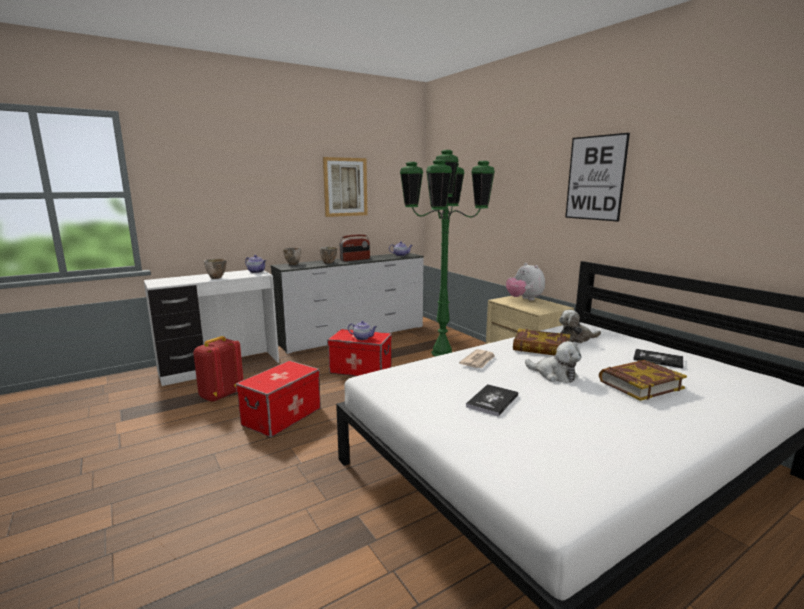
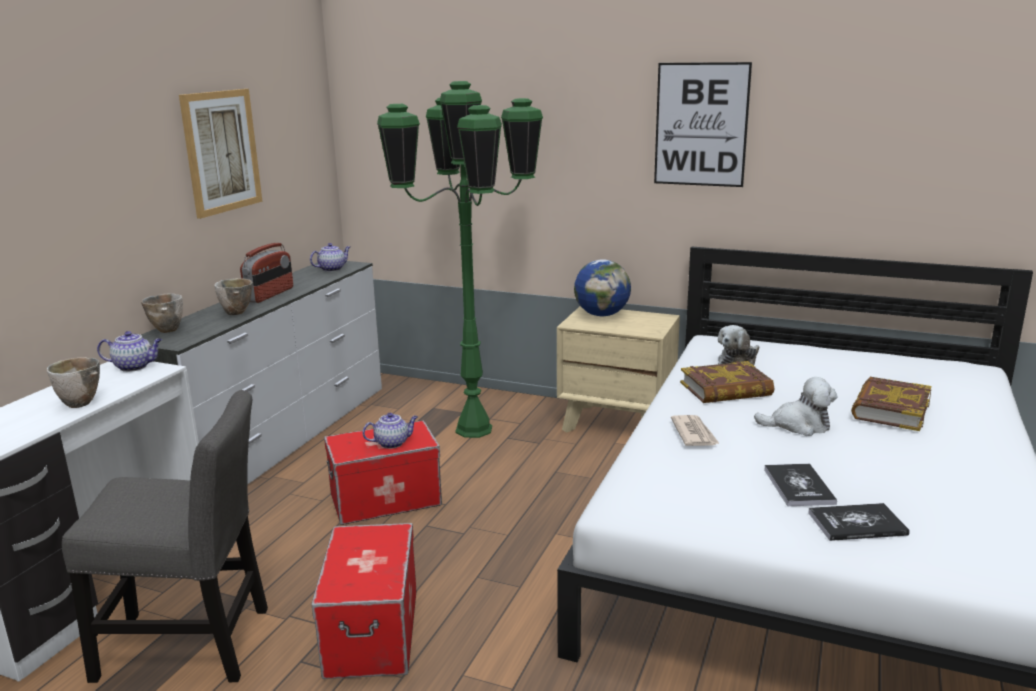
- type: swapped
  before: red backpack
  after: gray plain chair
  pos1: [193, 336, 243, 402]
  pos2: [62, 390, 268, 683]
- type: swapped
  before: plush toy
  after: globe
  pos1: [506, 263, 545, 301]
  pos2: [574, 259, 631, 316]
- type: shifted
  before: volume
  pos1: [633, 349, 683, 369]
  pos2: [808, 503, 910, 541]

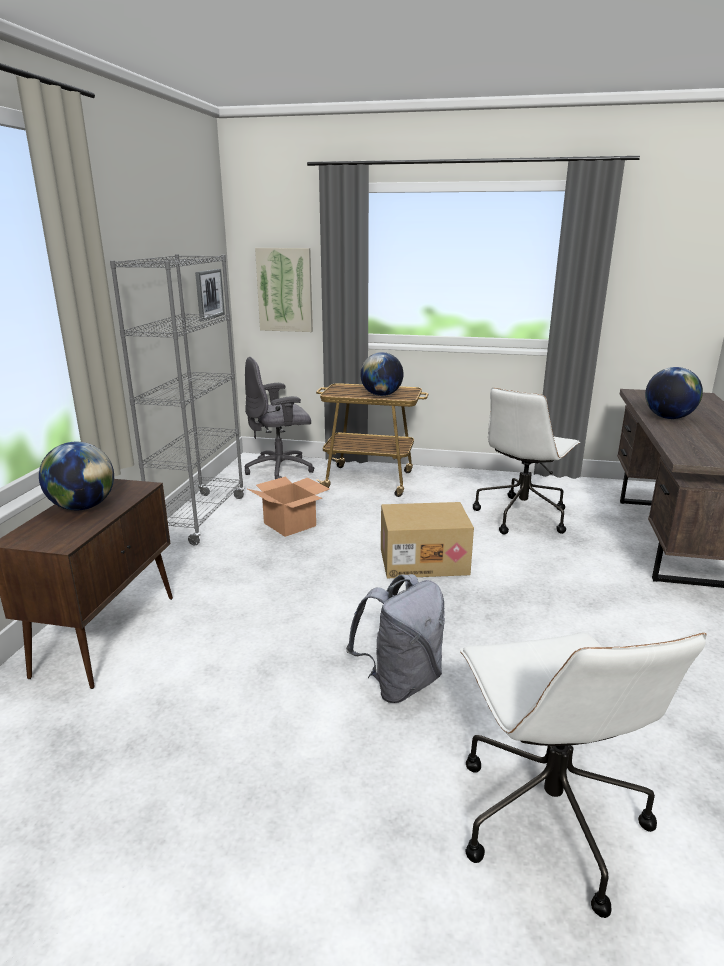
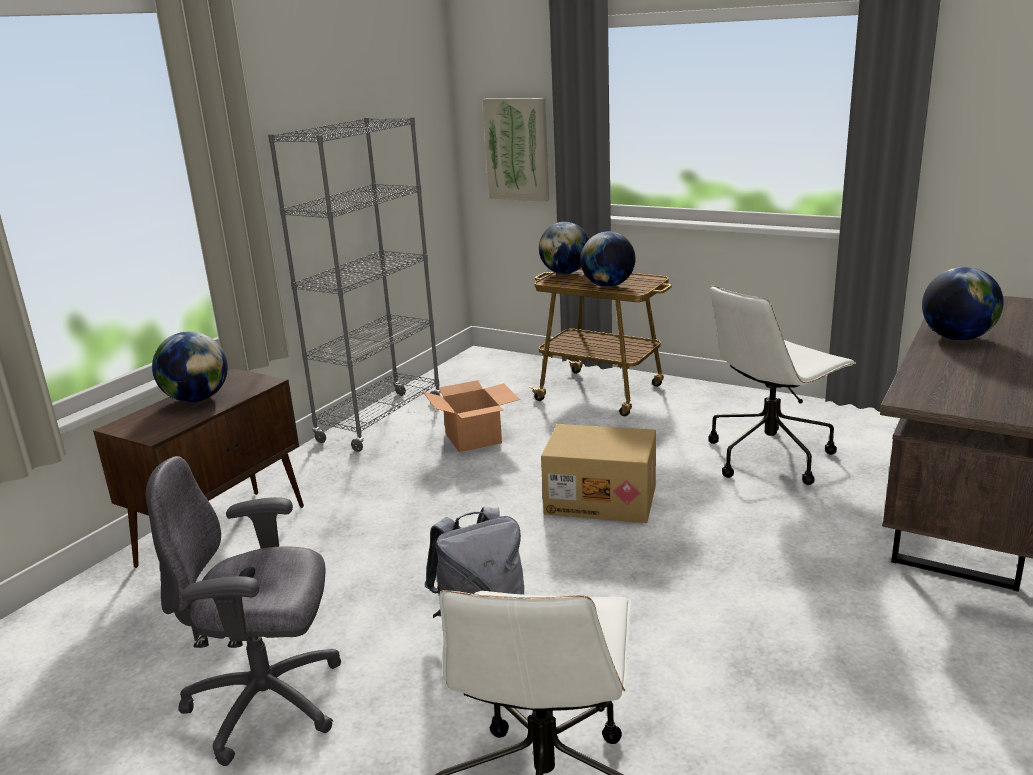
- type: shifted
  before: gray computer chair
  pos1: [245, 357, 314, 479]
  pos2: [146, 456, 341, 766]
- type: new
  after: globe
  pos2: [539, 222, 589, 274]
- type: gone
  before: wall picture
  pos1: [195, 269, 225, 322]

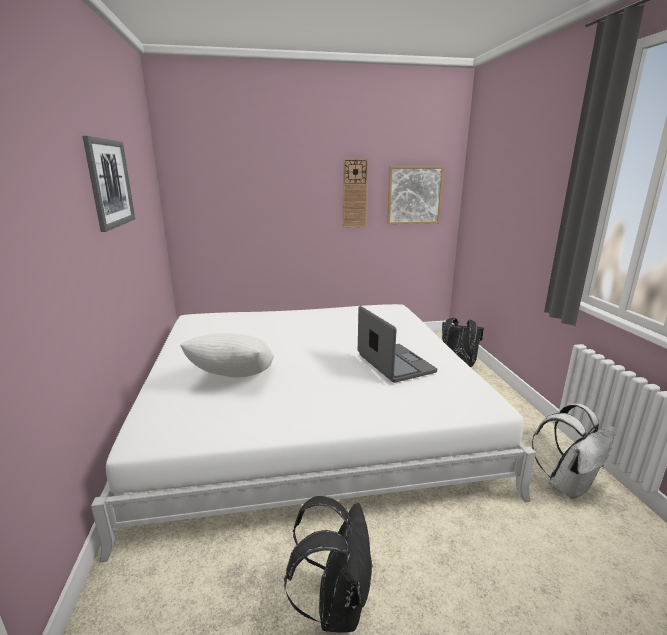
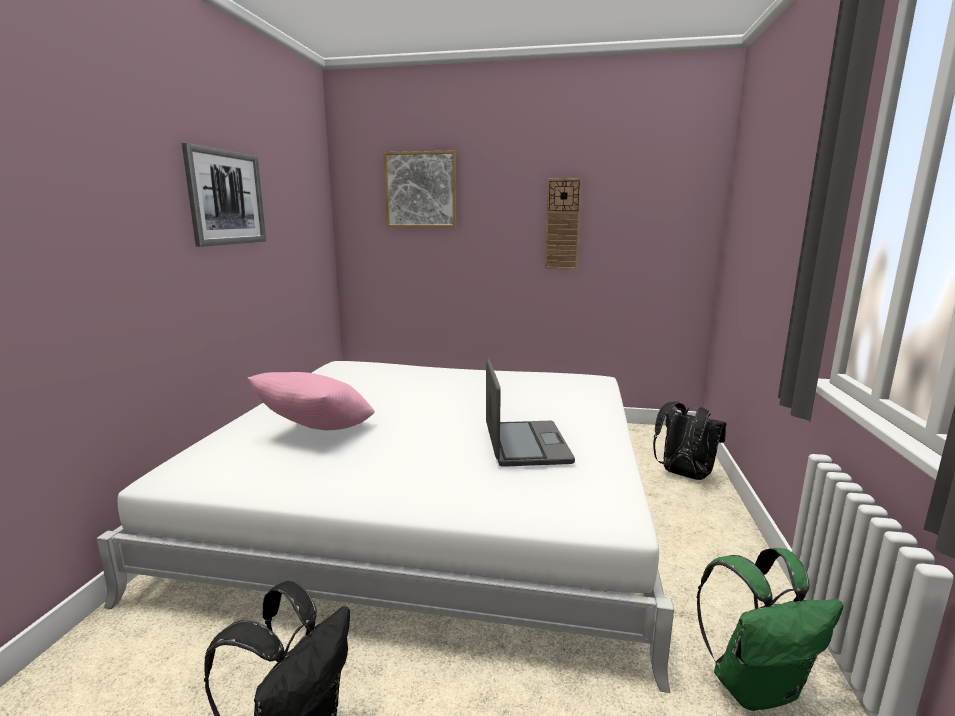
- type: repainted
  before: white pillow
  after: pinkish pillow
  pos1: [179, 333, 274, 377]
  pos2: [247, 372, 375, 431]
- type: shifted
  before: wall picture
  pos1: [387, 166, 444, 224]
  pos2: [383, 150, 457, 228]
- type: repainted
  before: white backpack
  after: green-coloured backpack
  pos1: [532, 403, 615, 499]
  pos2: [697, 548, 843, 711]

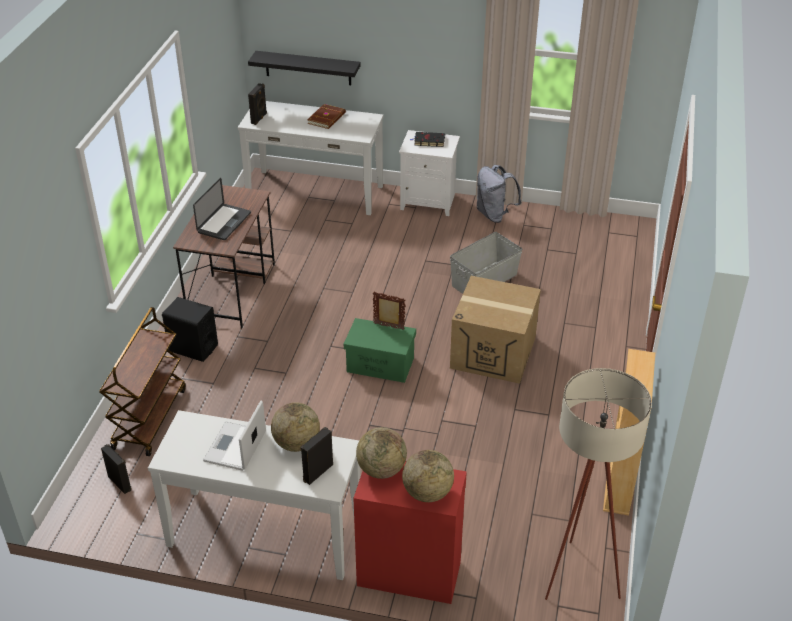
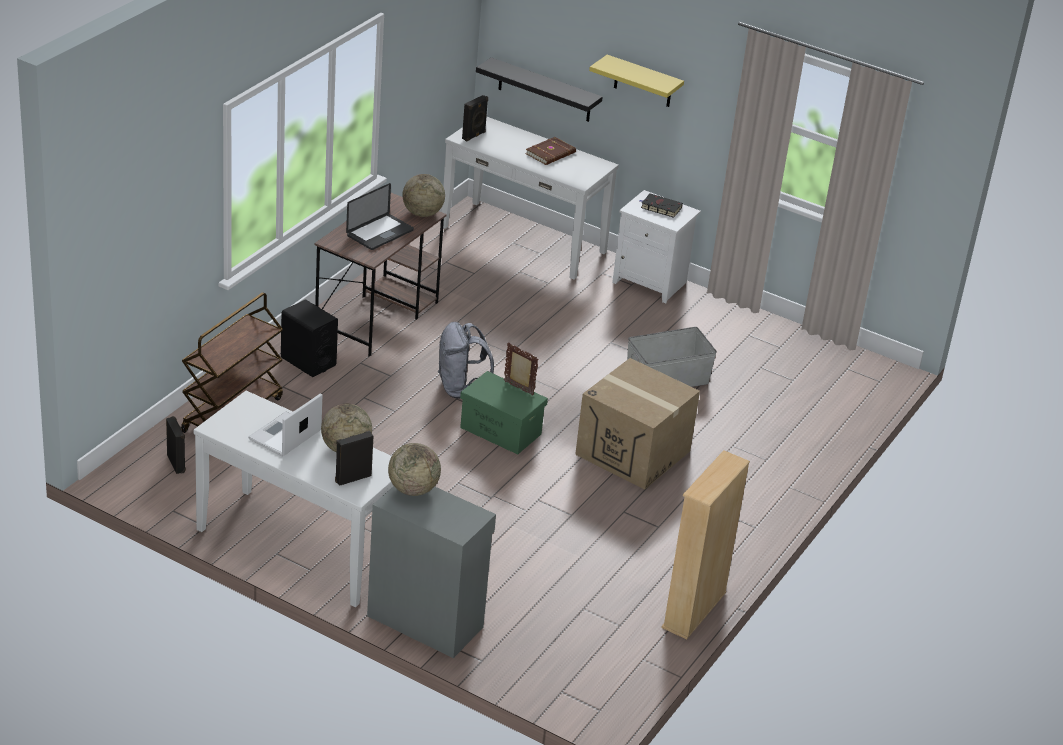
- type: repainted
  before: red cabinet
  after: gray cabinet
  pos1: [353, 461, 467, 604]
  pos2: [367, 486, 496, 658]
- type: shifted
  before: globe
  pos1: [402, 450, 454, 502]
  pos2: [402, 174, 445, 217]
- type: shifted
  before: gray backpack
  pos1: [477, 165, 521, 223]
  pos2: [438, 322, 494, 399]
- type: new
  after: yellowish bracket shelf
  pos2: [589, 55, 684, 107]
- type: gone
  before: beige-coloured floor lamp
  pos1: [545, 368, 652, 600]

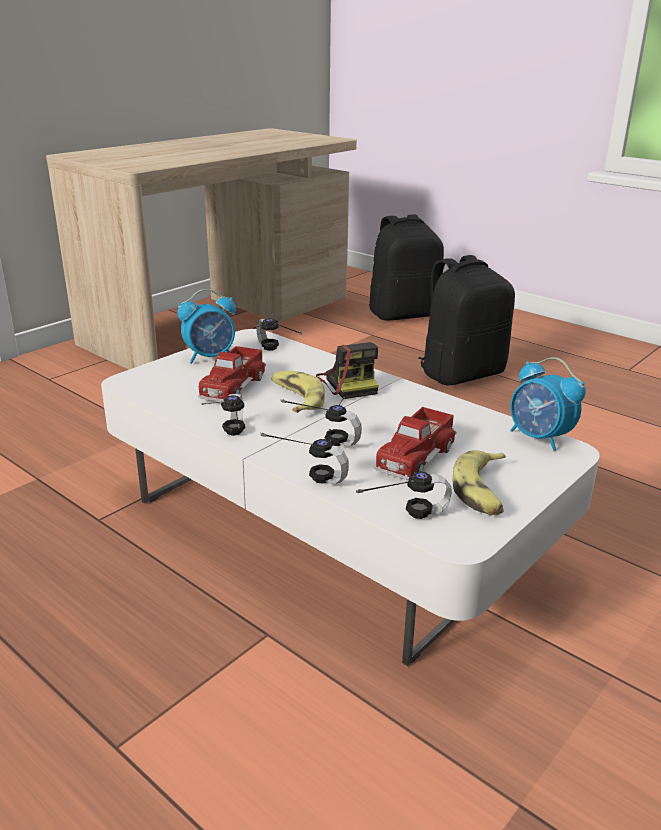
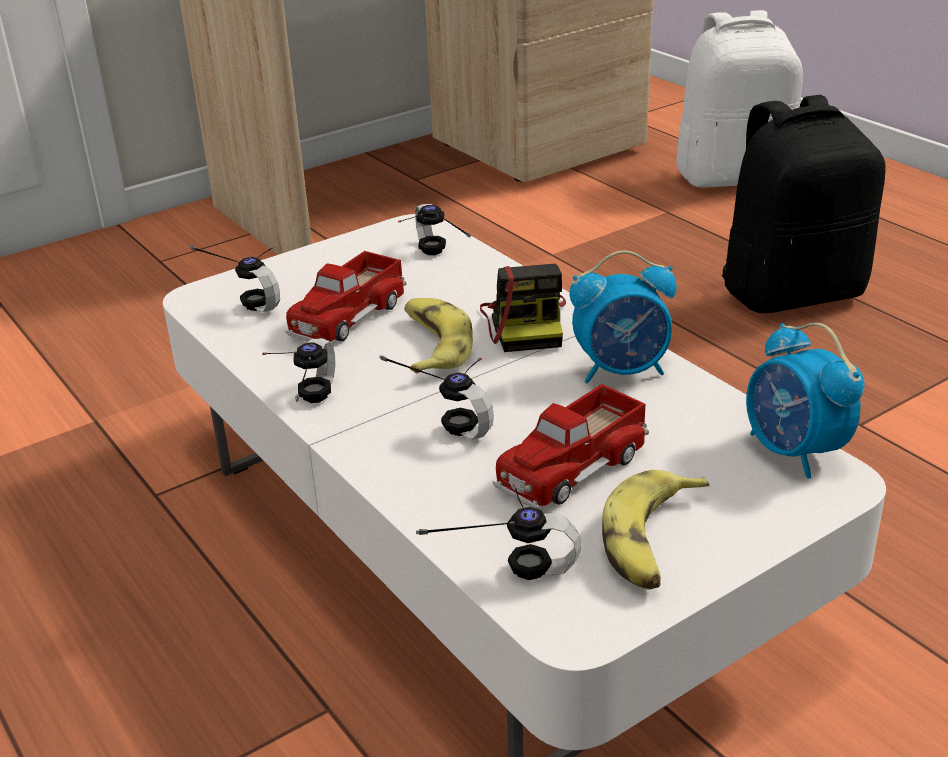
- type: shifted
  before: headset
  pos1: [260, 429, 349, 484]
  pos2: [190, 246, 280, 312]
- type: shifted
  before: table clock
  pos1: [177, 289, 236, 364]
  pos2: [570, 250, 677, 384]
- type: repainted
  before: black-coloured backpack
  after: white backpack
  pos1: [369, 214, 444, 321]
  pos2: [676, 10, 803, 187]

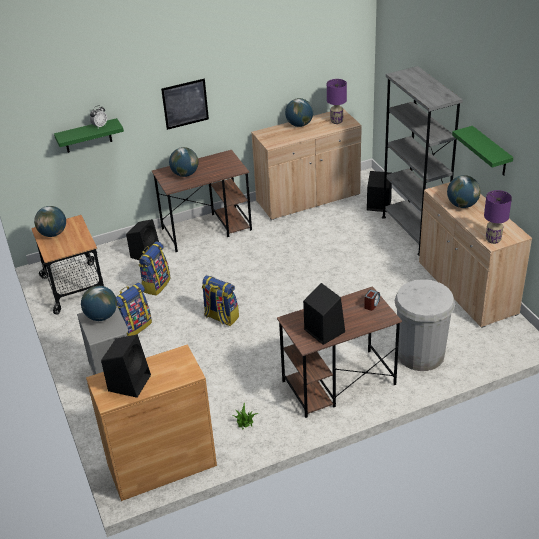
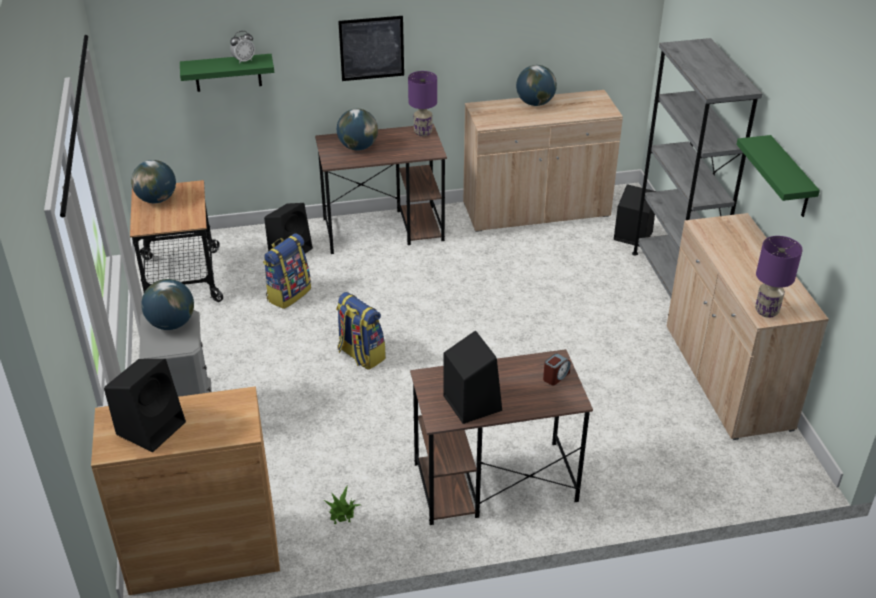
- type: shifted
  before: purplish tabletop lamp
  pos1: [327, 79, 347, 124]
  pos2: [408, 71, 437, 136]
- type: gone
  before: backpack
  pos1: [116, 283, 152, 336]
- type: gone
  before: white trash can
  pos1: [394, 279, 455, 371]
- type: gone
  before: globe
  pos1: [447, 175, 481, 208]

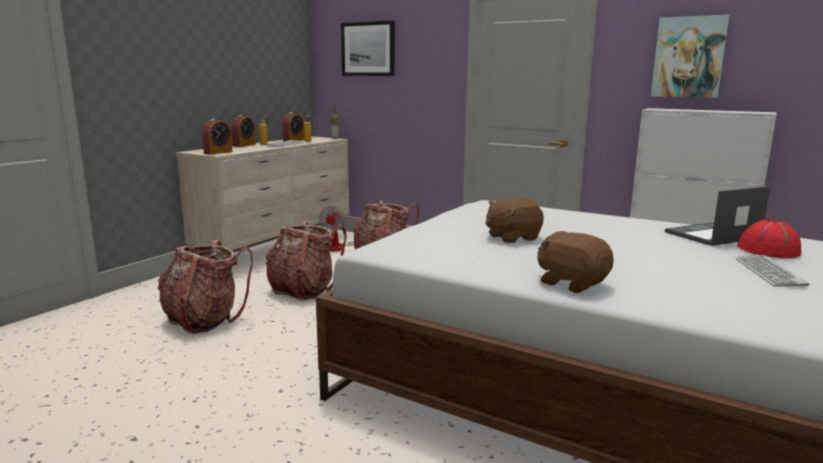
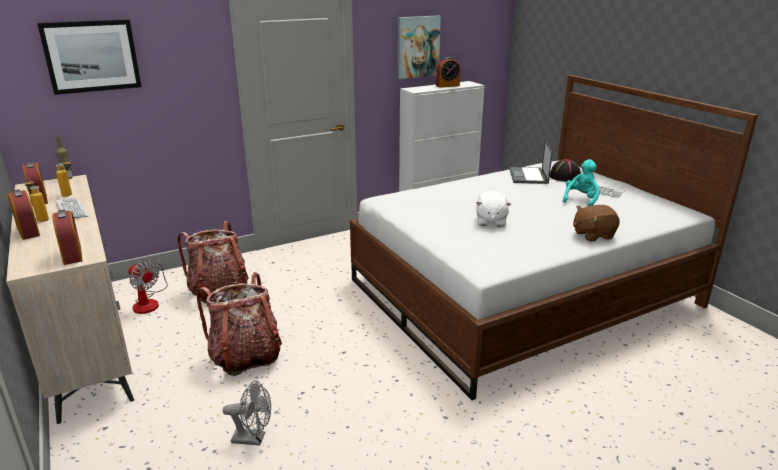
- type: swapped
  before: backpack
  after: gray cooling fan
  pos1: [158, 240, 253, 334]
  pos2: [223, 381, 271, 446]
- type: new
  after: table clock
  pos2: [436, 57, 460, 88]
- type: repainted
  before: brown-coloured plush toy
  after: white plush toy
  pos1: [485, 197, 544, 243]
  pos2: [476, 191, 511, 227]
- type: repainted
  before: red clothing hat
  after: black-coloured clothing hat
  pos1: [737, 218, 801, 258]
  pos2: [550, 159, 581, 182]
- type: new
  after: turquoise plush toy
  pos2: [563, 159, 600, 206]

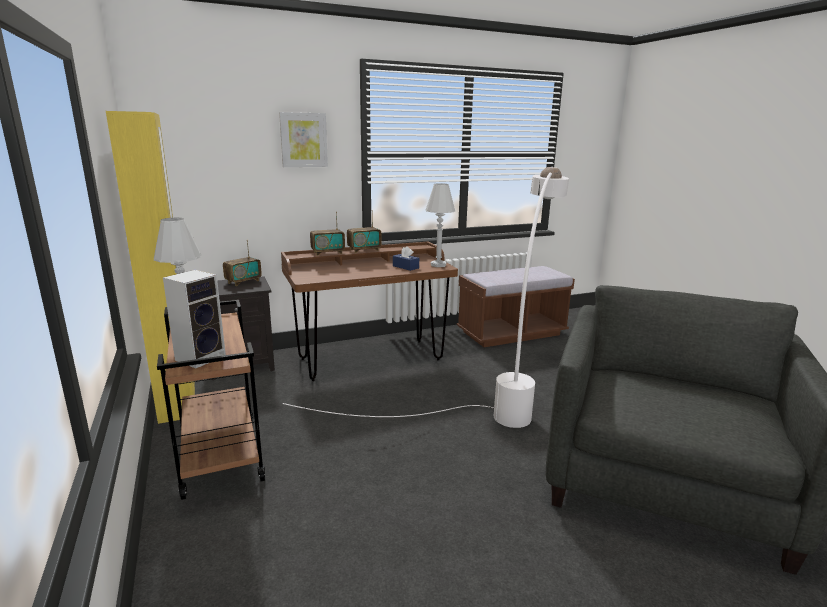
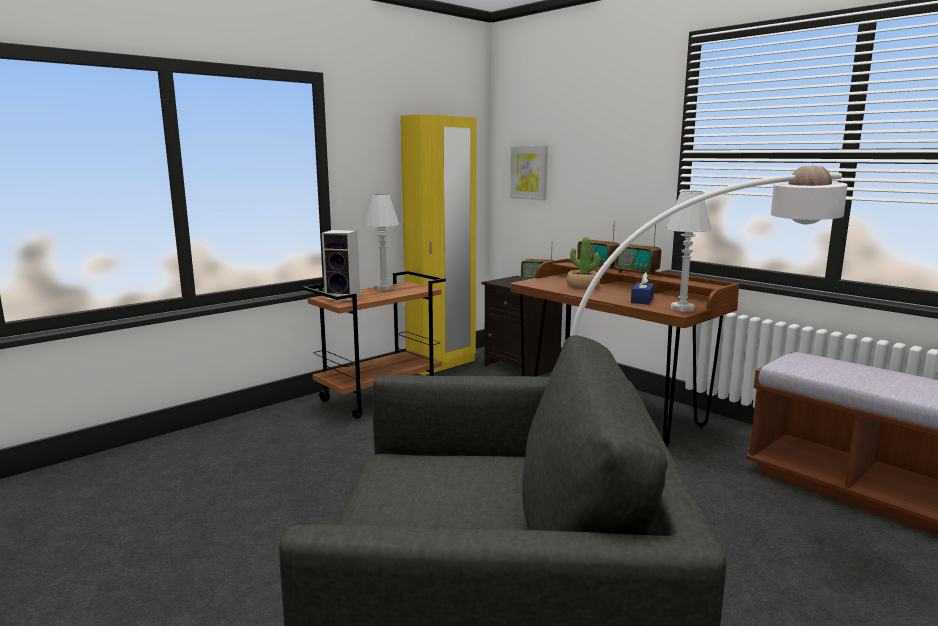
- type: shifted
  before: wall picture
  pos1: [279, 112, 328, 167]
  pos2: [510, 146, 548, 200]
- type: new
  after: houseplant
  pos2: [567, 237, 600, 289]

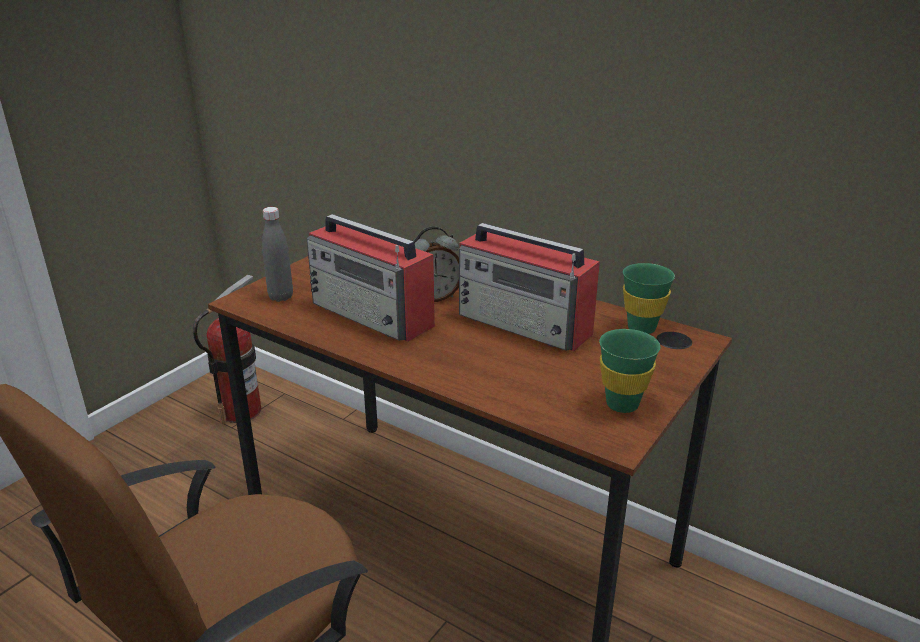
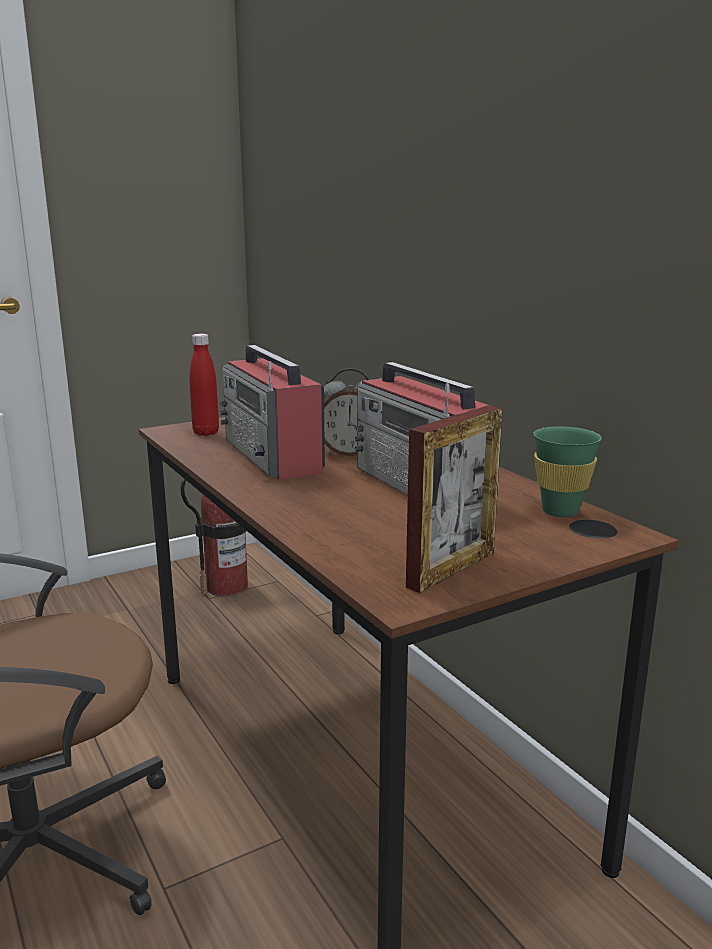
- type: repainted
  before: gray drink bottle
  after: red drink bottle
  pos1: [262, 207, 293, 302]
  pos2: [189, 334, 219, 436]
- type: swapped
  before: green-coloured cup
  after: standing frame
  pos1: [599, 329, 660, 413]
  pos2: [406, 405, 503, 593]

